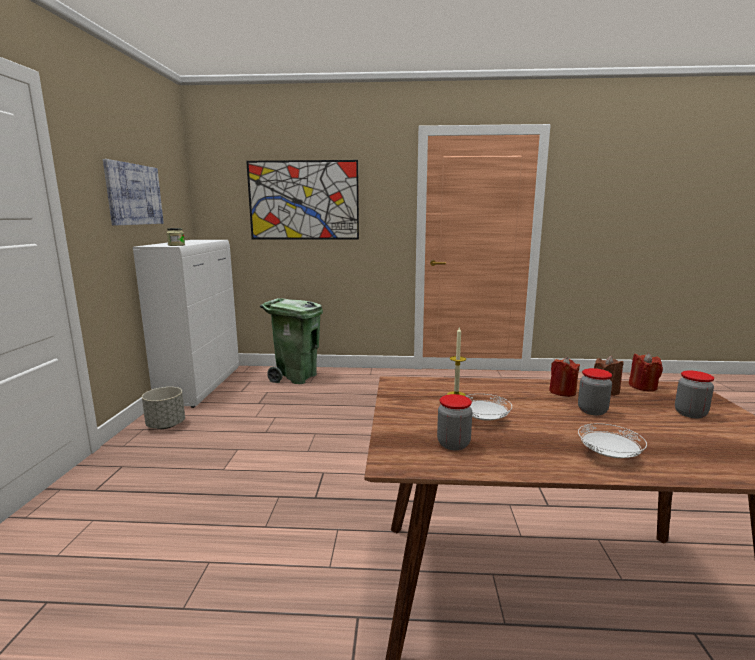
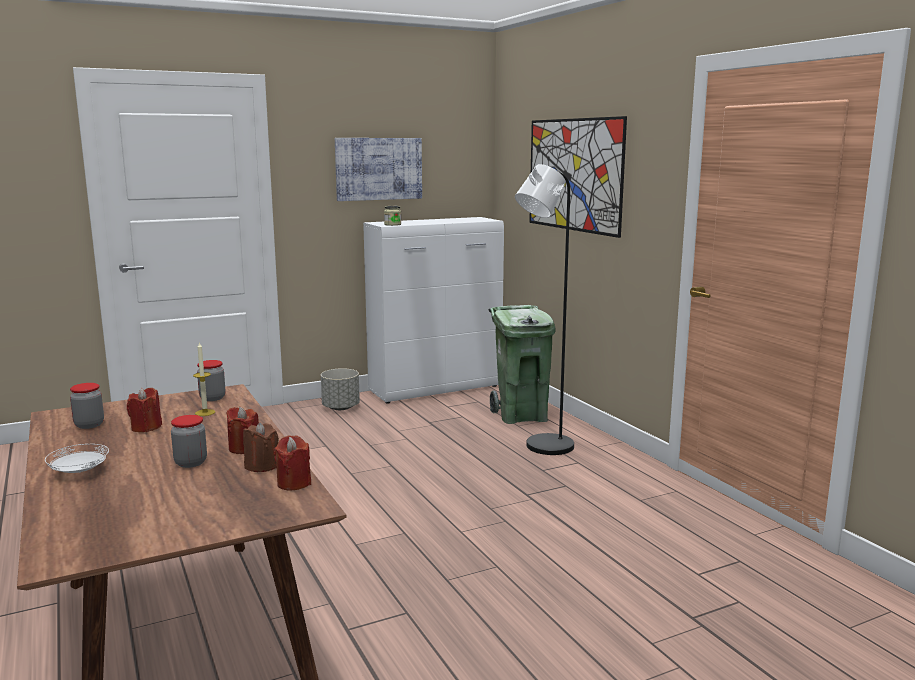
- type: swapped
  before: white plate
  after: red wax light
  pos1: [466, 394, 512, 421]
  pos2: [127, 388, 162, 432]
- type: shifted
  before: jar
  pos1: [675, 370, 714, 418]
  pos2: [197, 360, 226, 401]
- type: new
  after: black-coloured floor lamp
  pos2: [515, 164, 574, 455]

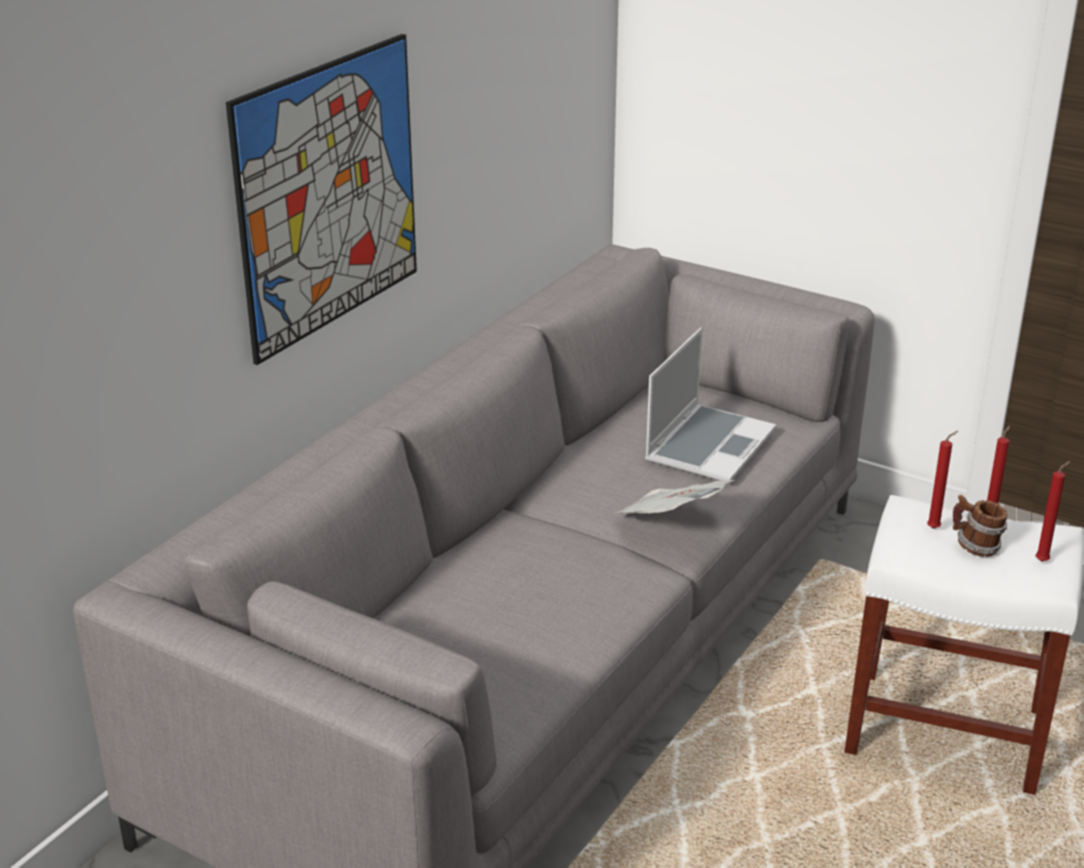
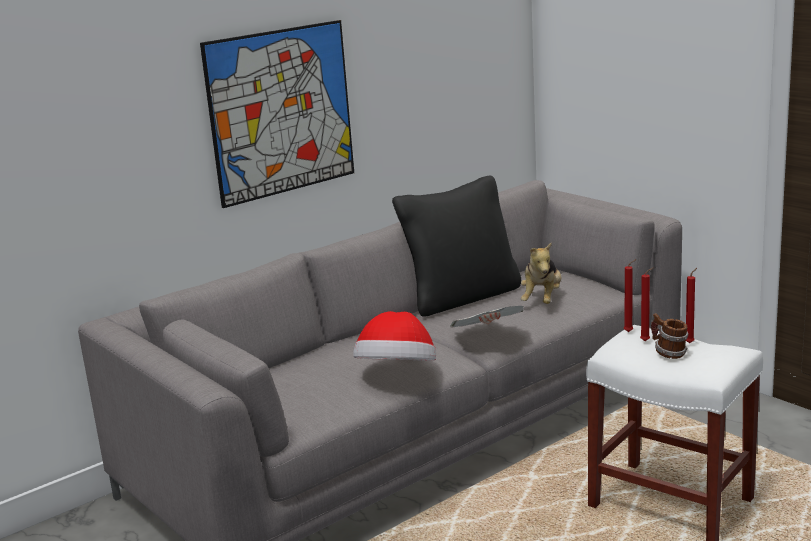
- type: new
  after: clothing hat
  pos2: [353, 311, 436, 361]
- type: new
  after: black-coloured pillow
  pos2: [392, 176, 521, 317]
- type: swapped
  before: laptop
  after: plush toy
  pos1: [645, 328, 776, 483]
  pos2: [521, 242, 561, 304]
- type: shifted
  before: red wax light
  pos1: [1036, 461, 1071, 562]
  pos2: [624, 259, 637, 332]

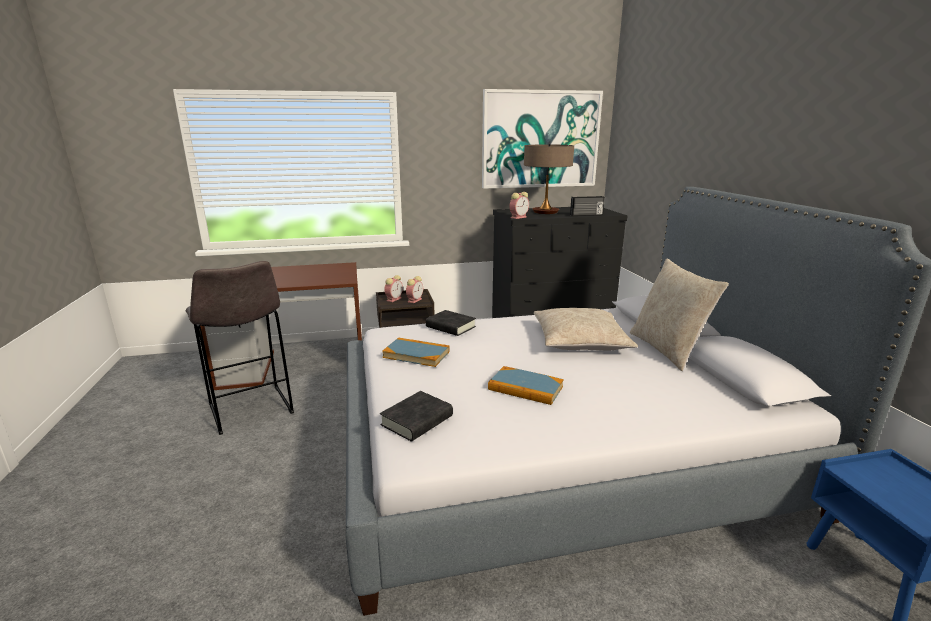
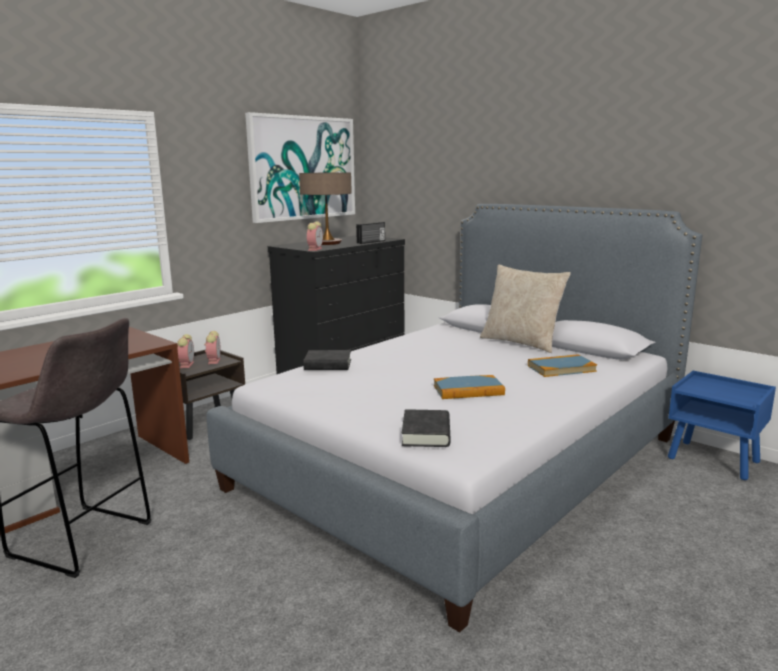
- type: shifted
  before: volume
  pos1: [382, 338, 450, 367]
  pos2: [528, 354, 597, 377]
- type: gone
  before: beige-coloured pillow
  pos1: [534, 308, 638, 351]

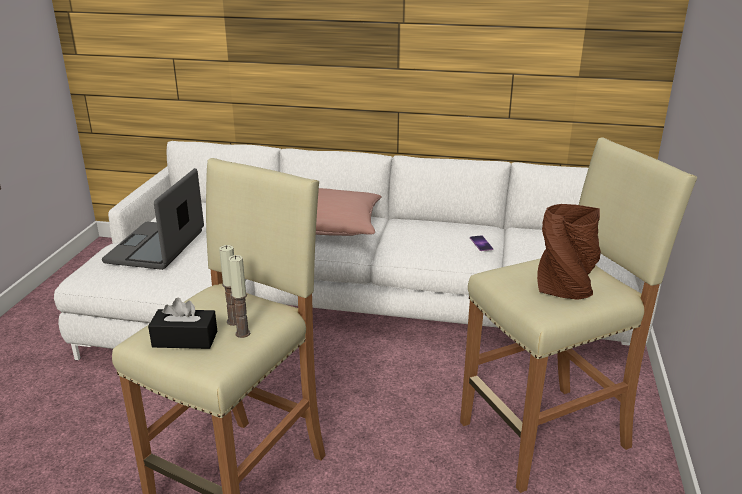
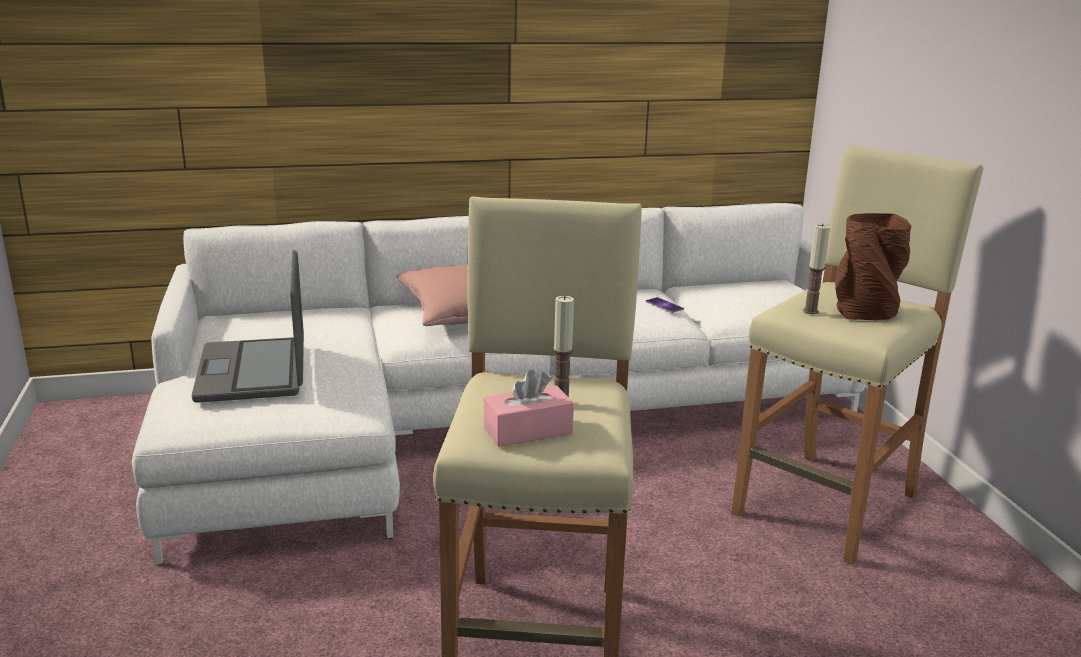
- type: repainted
  before: black-coloured box of tissues
  after: pinkish box of tissues
  pos1: [148, 298, 217, 349]
  pos2: [484, 369, 574, 447]
- type: shifted
  before: wax light
  pos1: [228, 255, 250, 338]
  pos2: [803, 223, 830, 314]

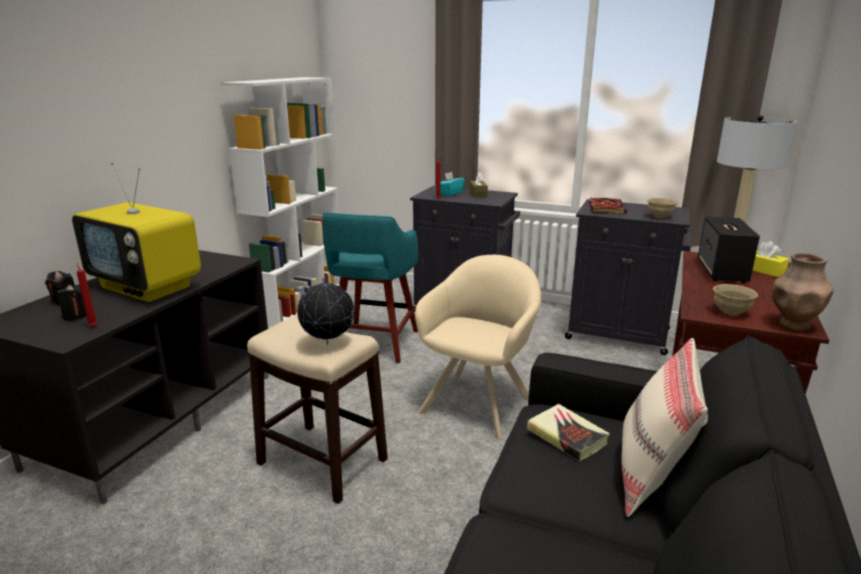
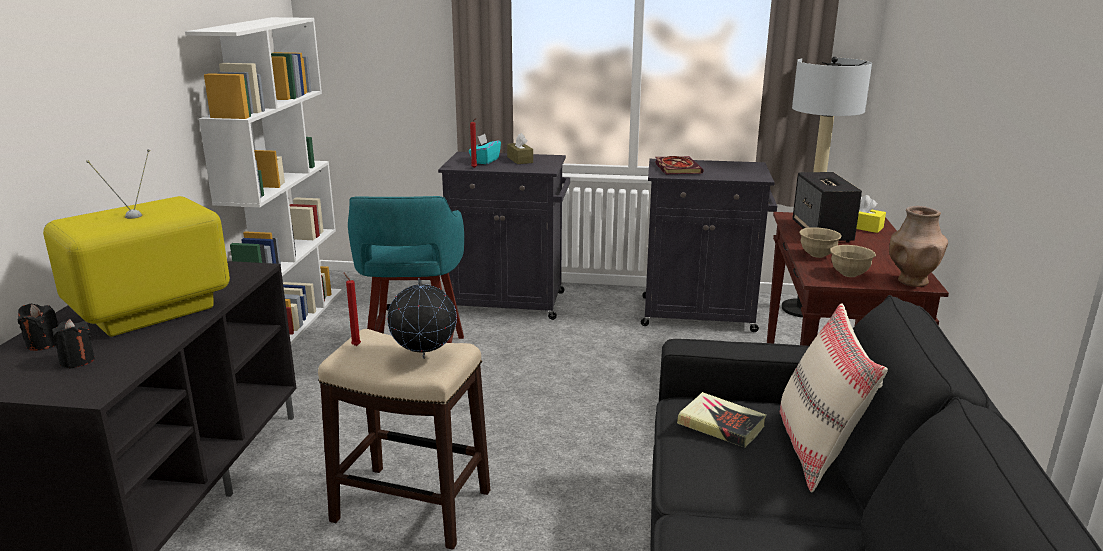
- type: rotated
  before: television
  pos1: [72, 162, 201, 302]
  pos2: [43, 149, 230, 337]
  turn: 120
- type: shifted
  before: red wax light
  pos1: [77, 263, 97, 327]
  pos2: [343, 272, 361, 346]
- type: shifted
  before: beige-coloured bowl
  pos1: [647, 198, 678, 218]
  pos2: [799, 227, 842, 258]
- type: gone
  before: beige-coloured armchair
  pos1: [415, 255, 541, 440]

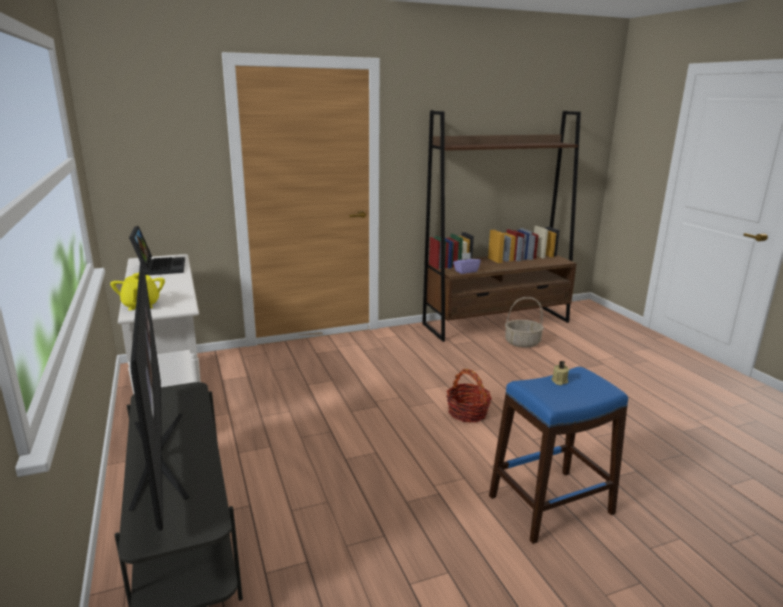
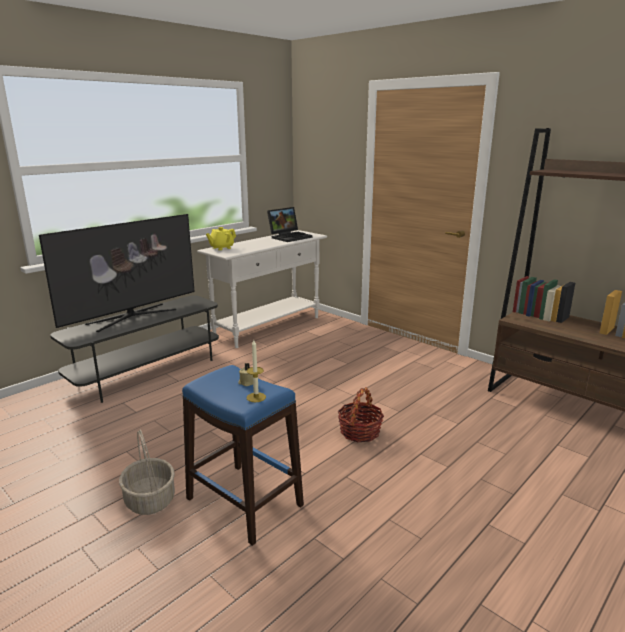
- type: shifted
  before: storage basket
  pos1: [505, 297, 544, 348]
  pos2: [119, 430, 175, 515]
- type: new
  after: wax light
  pos2: [247, 340, 266, 402]
- type: gone
  before: purplish box of tissues
  pos1: [453, 253, 481, 274]

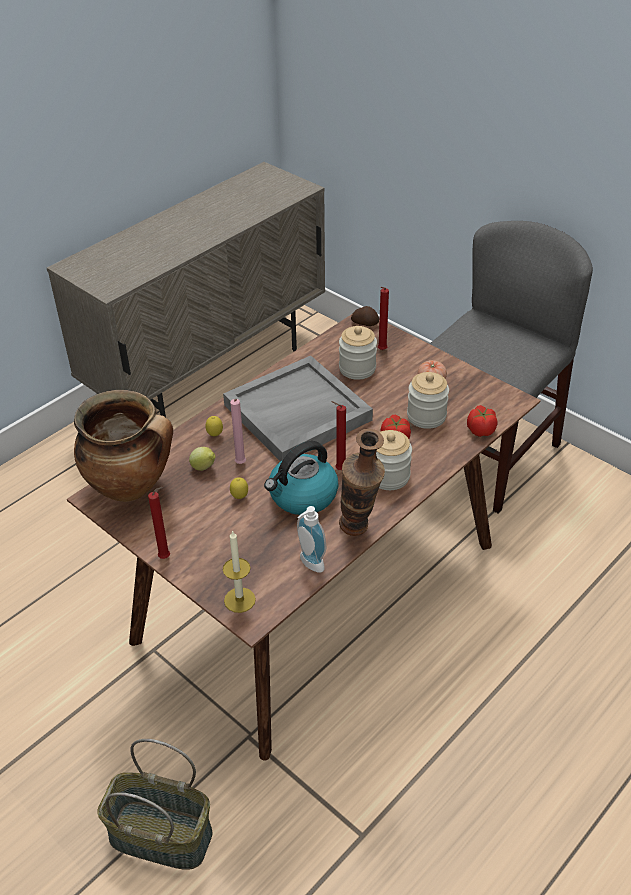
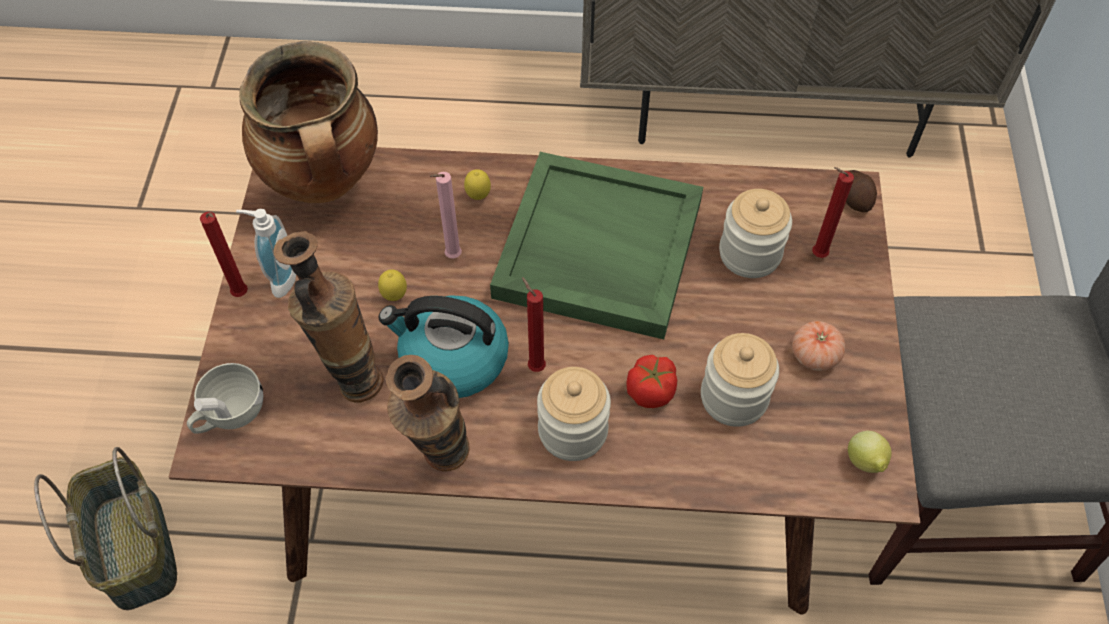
- type: swapped
  before: wax light
  after: white cup
  pos1: [223, 530, 256, 613]
  pos2: [187, 363, 263, 434]
- type: shifted
  before: soap dispenser
  pos1: [297, 506, 326, 573]
  pos2: [236, 209, 296, 298]
- type: new
  after: decorative vase
  pos2: [273, 231, 384, 403]
- type: repainted
  before: gray carrying tray
  after: green-coloured carrying tray
  pos1: [223, 356, 373, 462]
  pos2: [490, 152, 703, 339]
- type: shifted
  before: citrus fruit
  pos1: [189, 447, 216, 471]
  pos2: [848, 431, 892, 473]
- type: gone
  before: tomato
  pos1: [467, 405, 498, 437]

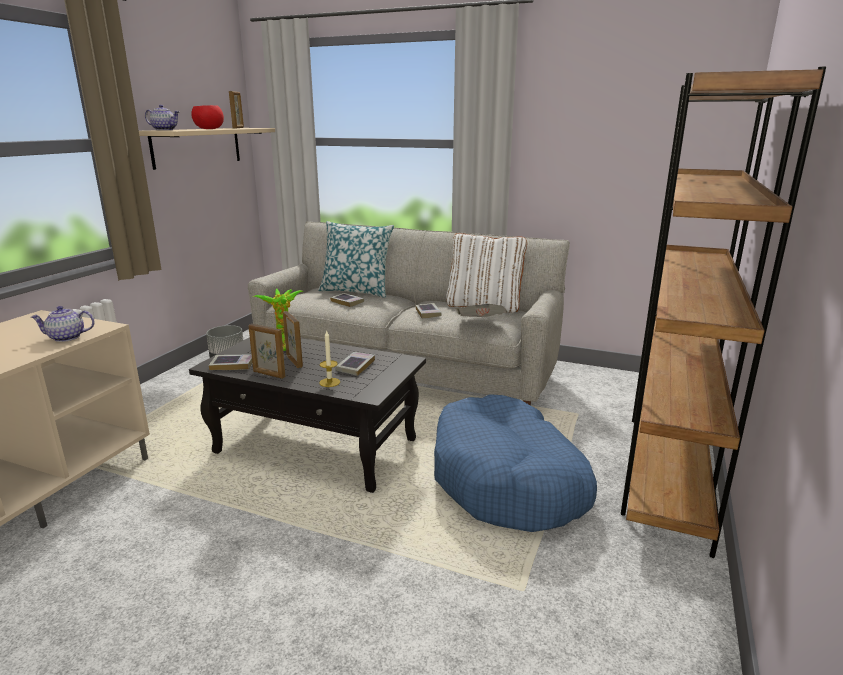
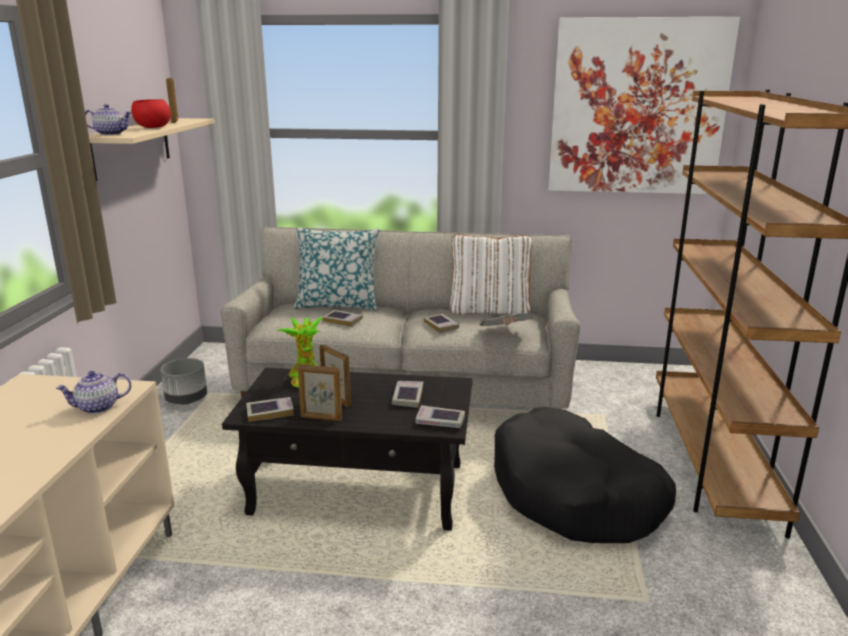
- type: new
  after: volume
  pos2: [415, 405, 465, 428]
- type: repainted
  before: blue-coloured dog bed
  after: black-coloured dog bed
  pos1: [434, 394, 597, 532]
  pos2: [494, 407, 676, 543]
- type: new
  after: wall picture
  pos2: [548, 17, 740, 194]
- type: gone
  before: wax light
  pos1: [319, 330, 340, 387]

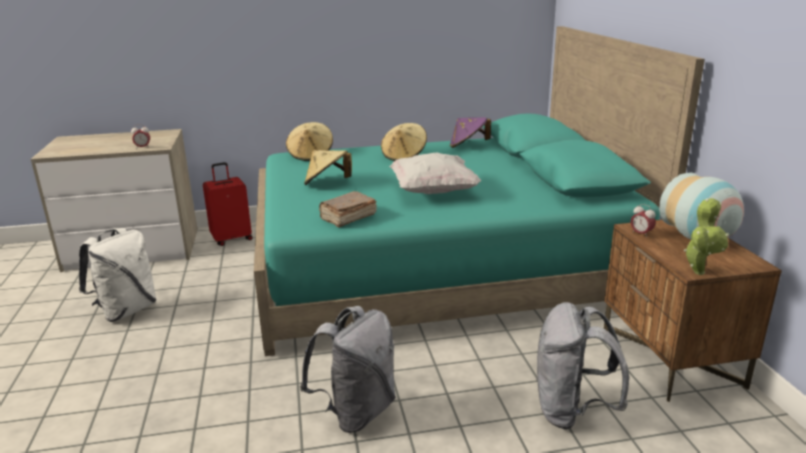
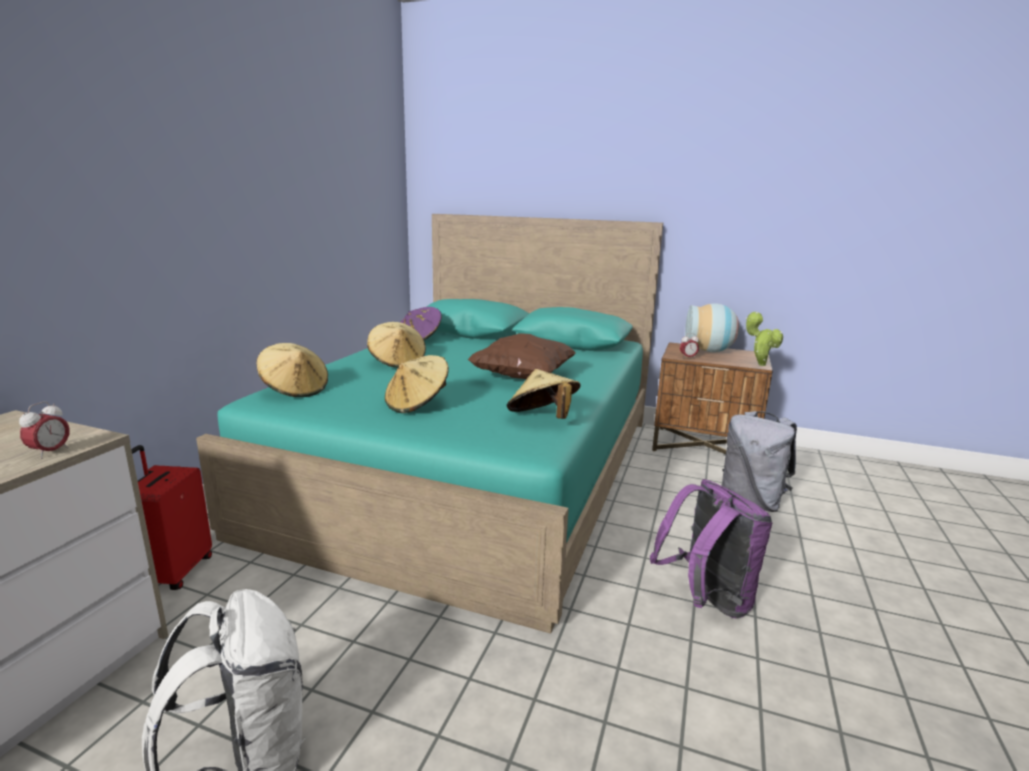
- type: repainted
  before: white pillow
  after: brown-coloured pillow
  pos1: [389, 153, 481, 194]
  pos2: [468, 333, 576, 379]
- type: swapped
  before: brown-coloured volume
  after: beige-coloured clothing hat
  pos1: [319, 191, 377, 228]
  pos2: [507, 369, 581, 419]
- type: repainted
  before: gray backpack
  after: purplish backpack
  pos1: [300, 306, 396, 433]
  pos2: [650, 479, 772, 618]

